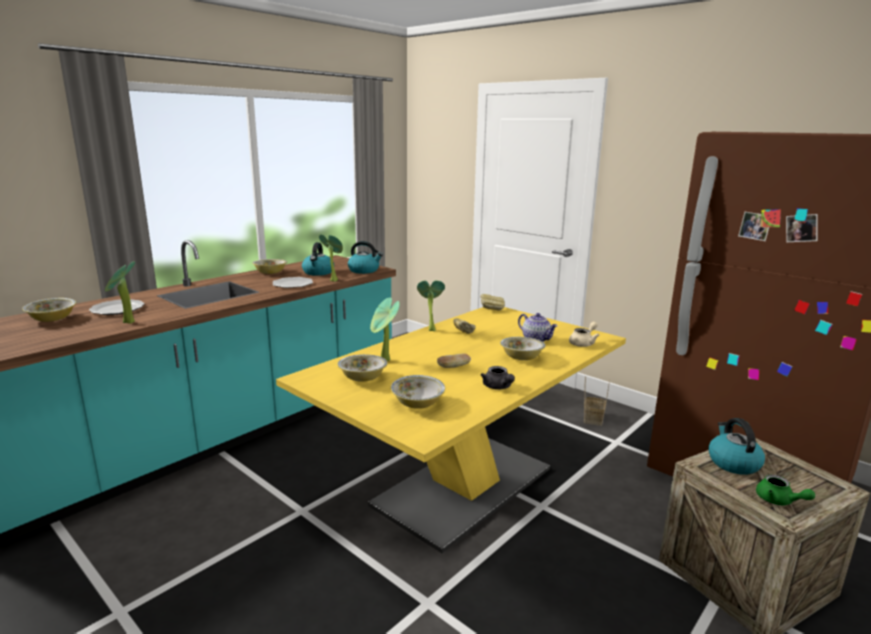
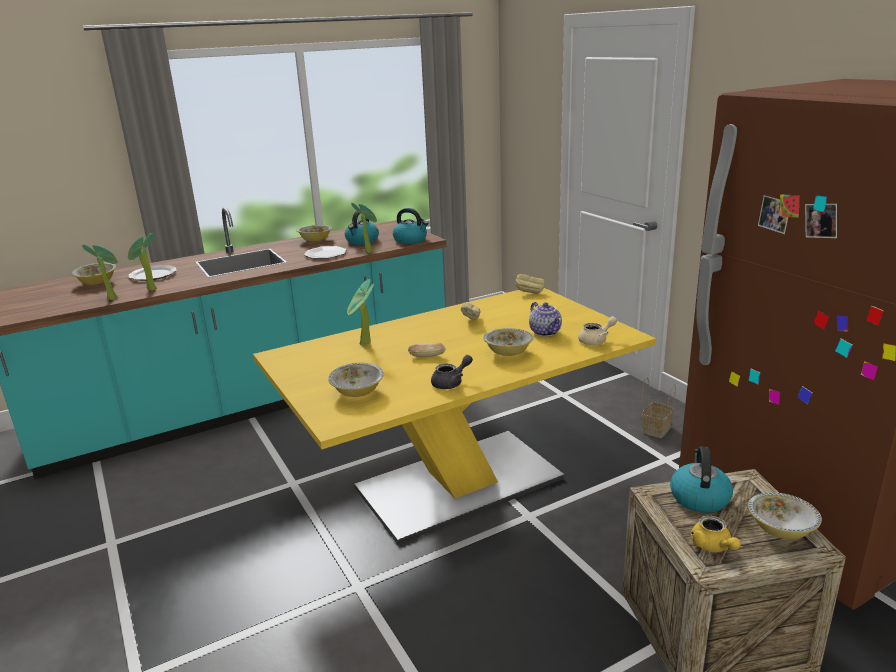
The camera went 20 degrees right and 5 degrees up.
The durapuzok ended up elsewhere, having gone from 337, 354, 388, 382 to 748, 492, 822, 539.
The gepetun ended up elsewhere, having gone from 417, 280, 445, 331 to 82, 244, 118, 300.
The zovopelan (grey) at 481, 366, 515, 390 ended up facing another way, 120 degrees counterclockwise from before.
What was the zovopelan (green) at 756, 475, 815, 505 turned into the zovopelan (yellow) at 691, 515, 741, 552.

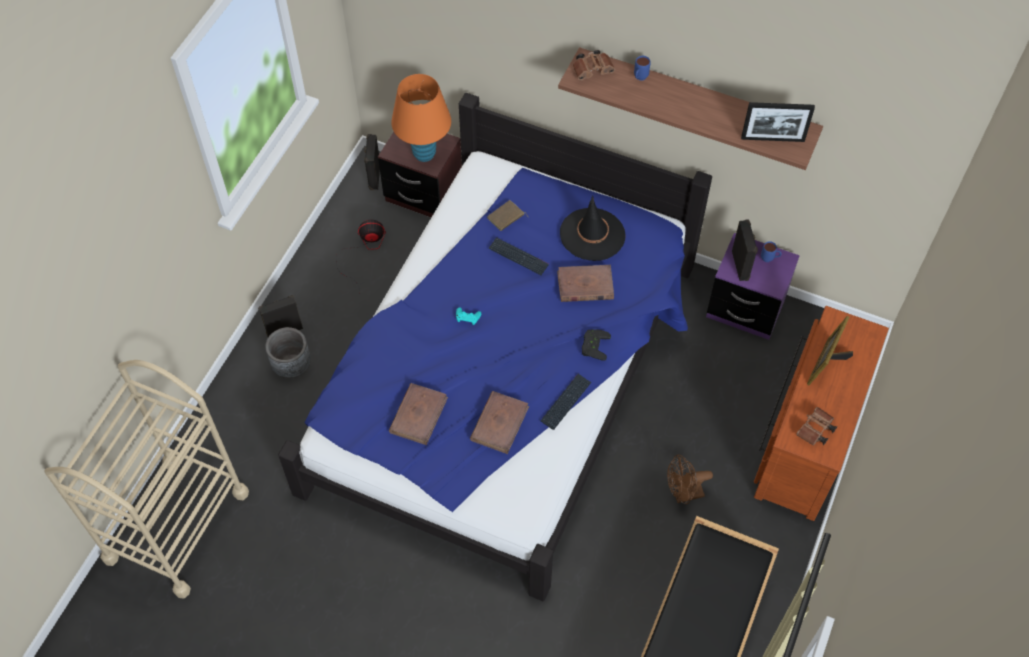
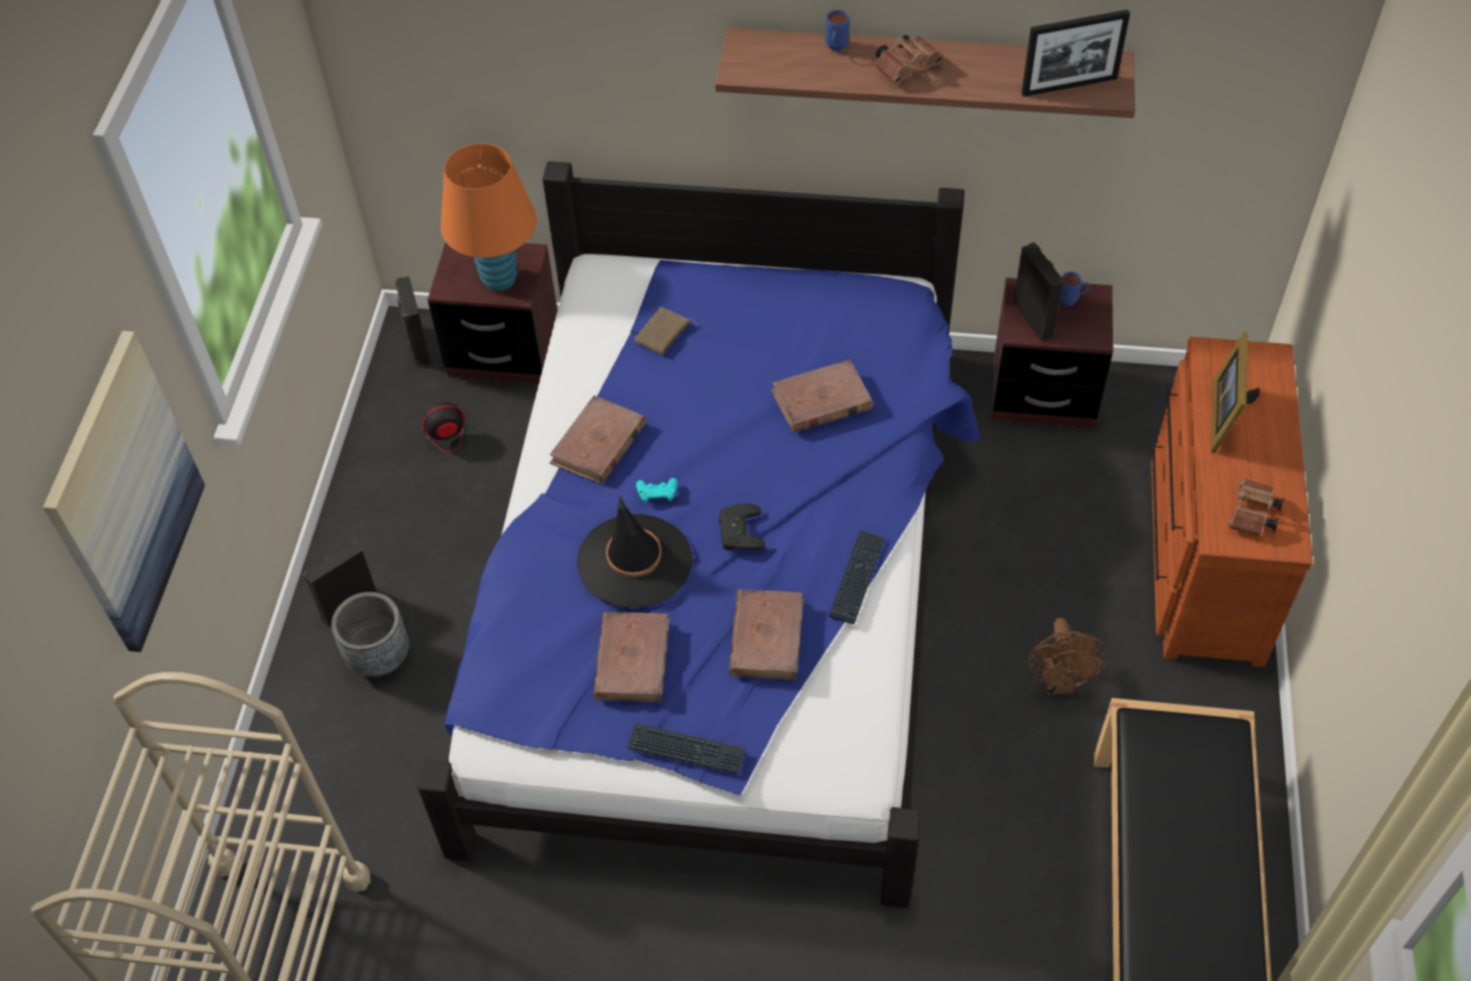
The camera went 15 degrees left and 5 degrees down.
The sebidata ended up elsewhere, having gone from 488, 237, 549, 275 to 627, 723, 746, 775.
The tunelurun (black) ended up elsewhere, having gone from 560, 196, 626, 261 to 577, 496, 693, 608.
The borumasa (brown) ended up elsewhere, having gone from 573, 50, 615, 80 to 875, 35, 943, 84.
The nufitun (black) ended up elsewhere, having gone from 582, 329, 611, 361 to 719, 503, 765, 550.
The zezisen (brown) at 667, 455, 713, 504 ended up facing another way, 60 degrees counterclockwise from before.
What was the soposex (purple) at 706, 233, 800, 340 turned into the soposex (brown) at 991, 278, 1113, 428.
The second view gained the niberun at 43, 331, 205, 652.
The second view gained the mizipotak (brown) at 549, 396, 646, 484.

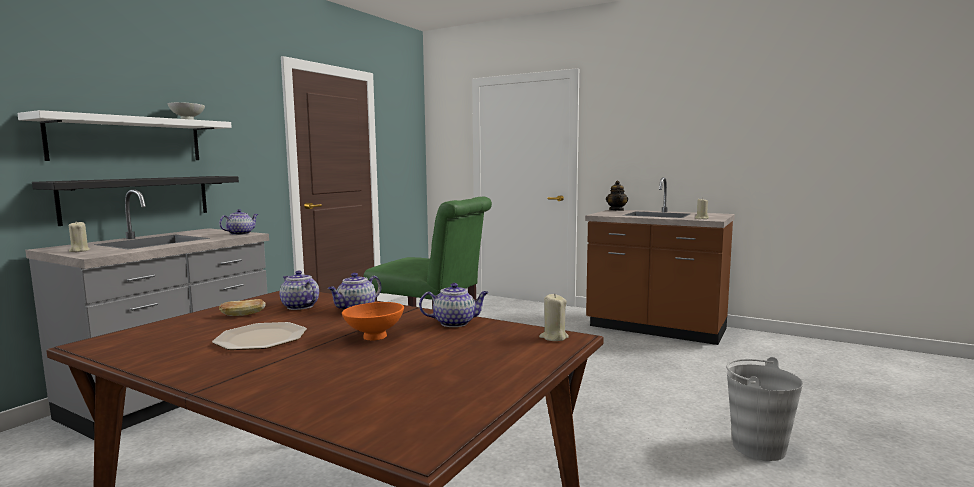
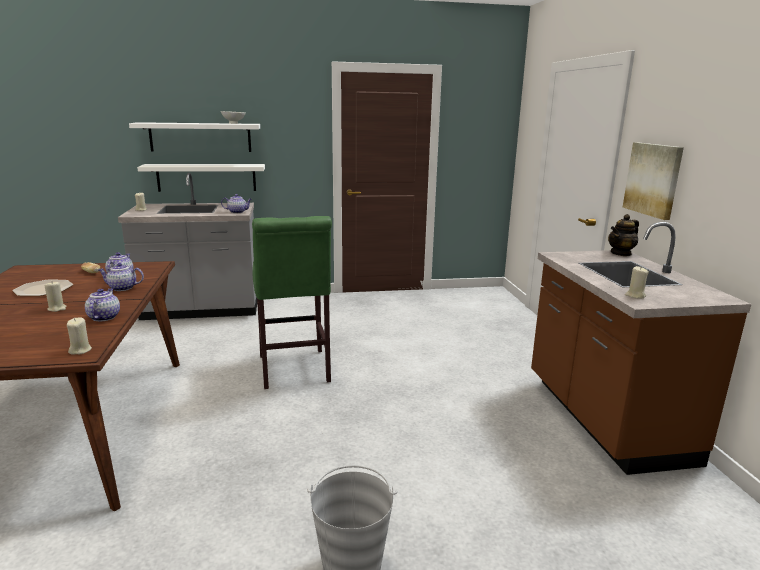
The camera went 50 degrees right and 10 degrees up.
What was the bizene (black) at 32, 176, 239, 226 turned into the bizene (white) at 137, 164, 265, 192.
Where the durapuzok (orange) stood at 342, 302, 404, 340, the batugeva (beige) came to stand at 45, 282, 67, 312.
The zovopelan at 419, 283, 489, 327 ended up facing another way, 135 degrees counterclockwise from before.
The second view gained the niberun at 623, 142, 684, 220.

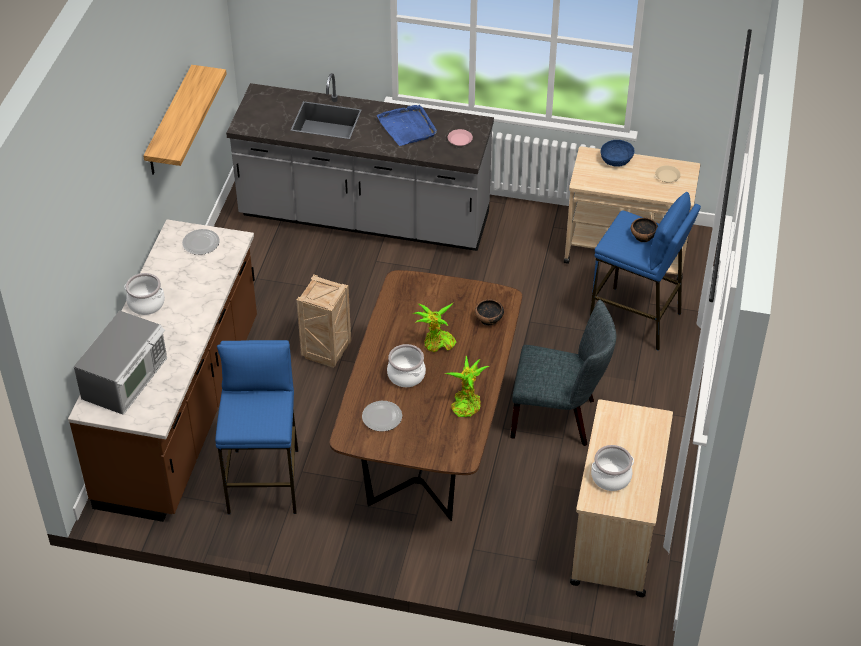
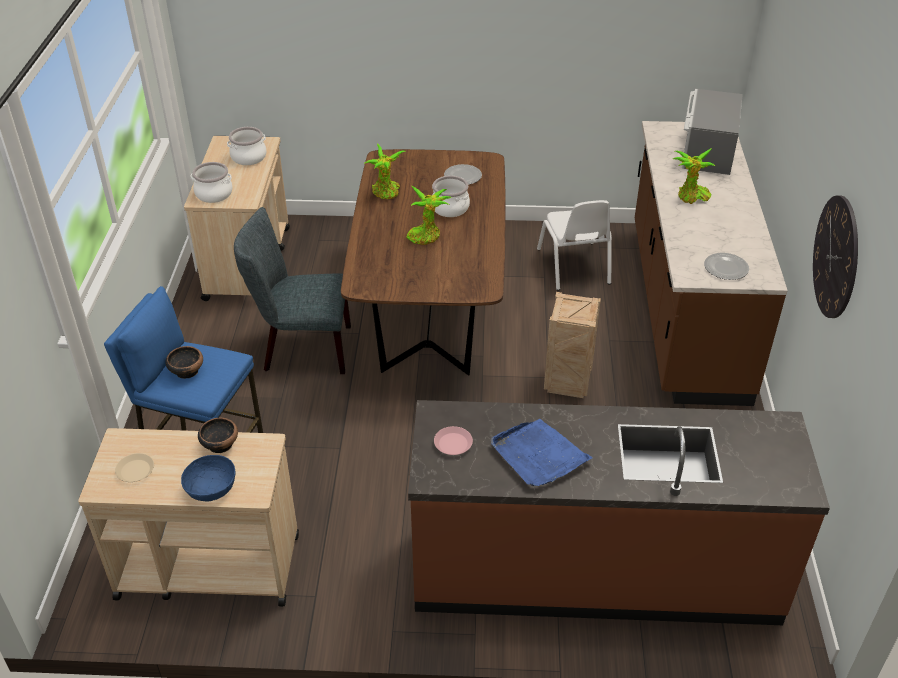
The camera went 170 degrees right and 5 degrees down.
The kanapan ended up elsewhere, having gone from 124, 273, 165, 315 to 191, 162, 232, 203.
Where the bizene hung at 143, 65, 227, 175, the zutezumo came to hang at 813, 195, 858, 318.
Where the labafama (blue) stood at 215, 340, 298, 514, the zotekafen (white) came to stand at 537, 200, 612, 290.
What was the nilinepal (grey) at 226, 73, 494, 251 turned into the nilinepal (brown) at 408, 400, 830, 625.
The durapuzok ended up elsewhere, having gone from 475, 299, 504, 326 to 198, 418, 238, 453.
The second view gained the gepetun at 673, 148, 715, 204.

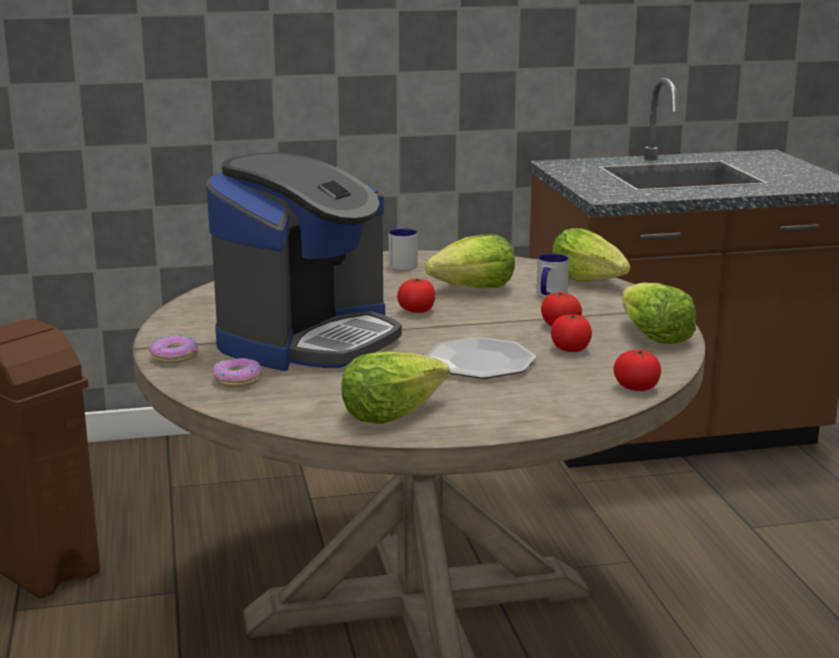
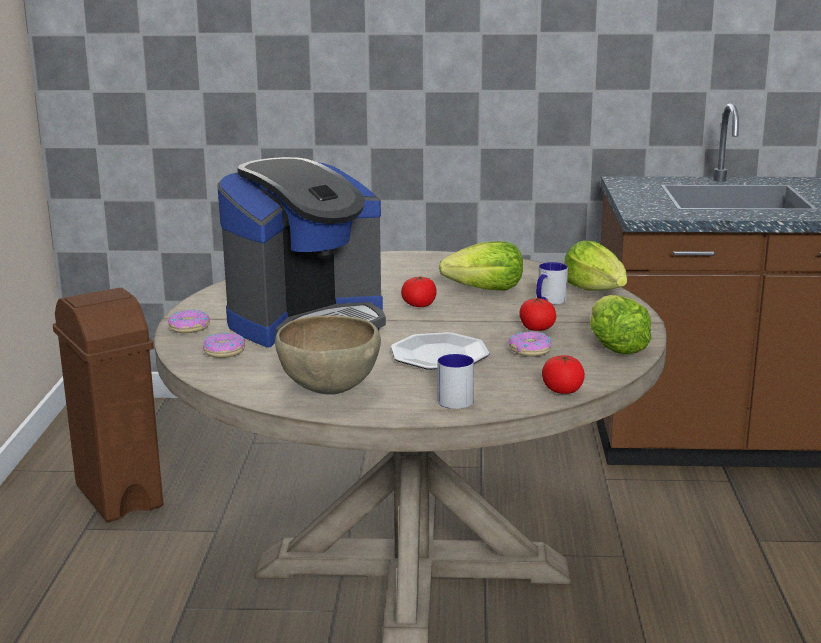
The camera went 15 degrees right and 0 degrees up.
Where the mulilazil stood at 341, 352, 450, 424, the durapuzok (brown) came to stand at 275, 315, 381, 395.
The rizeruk ended up elsewhere, having gone from 389, 229, 418, 271 to 438, 354, 474, 409.
Where the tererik stood at 551, 314, 592, 352, the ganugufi came to stand at 508, 331, 552, 357.

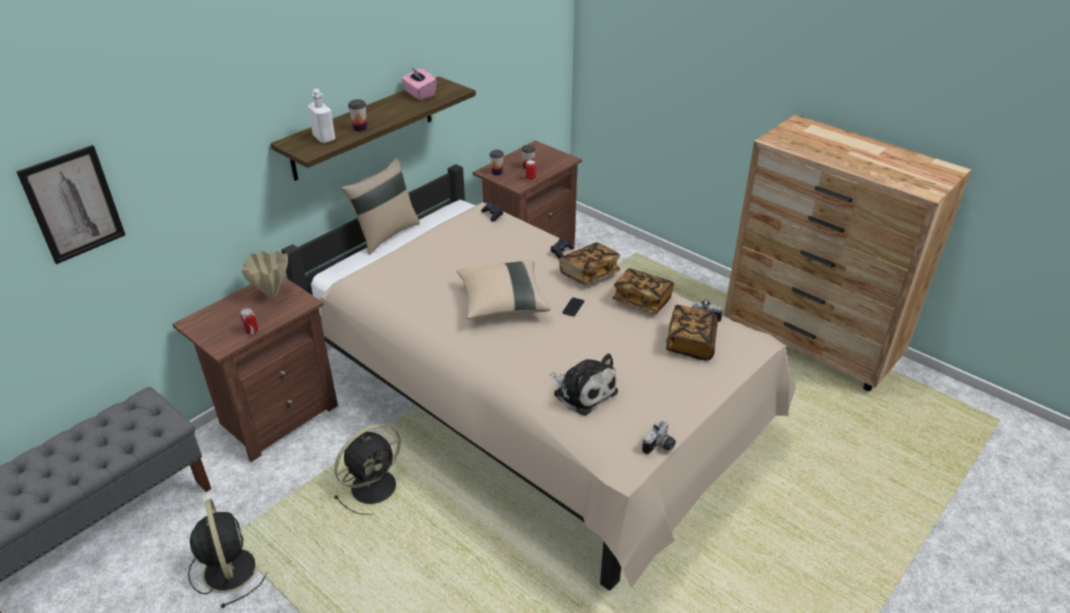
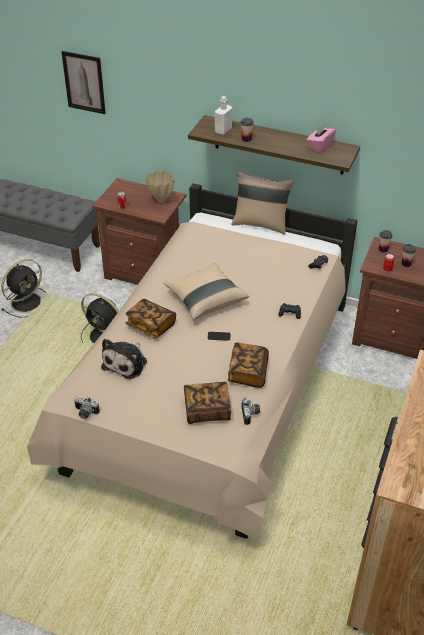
The camera went 70 degrees right and 5 degrees up.
The mizipotak ended up elsewhere, having gone from 559, 242, 621, 285 to 126, 299, 176, 338.

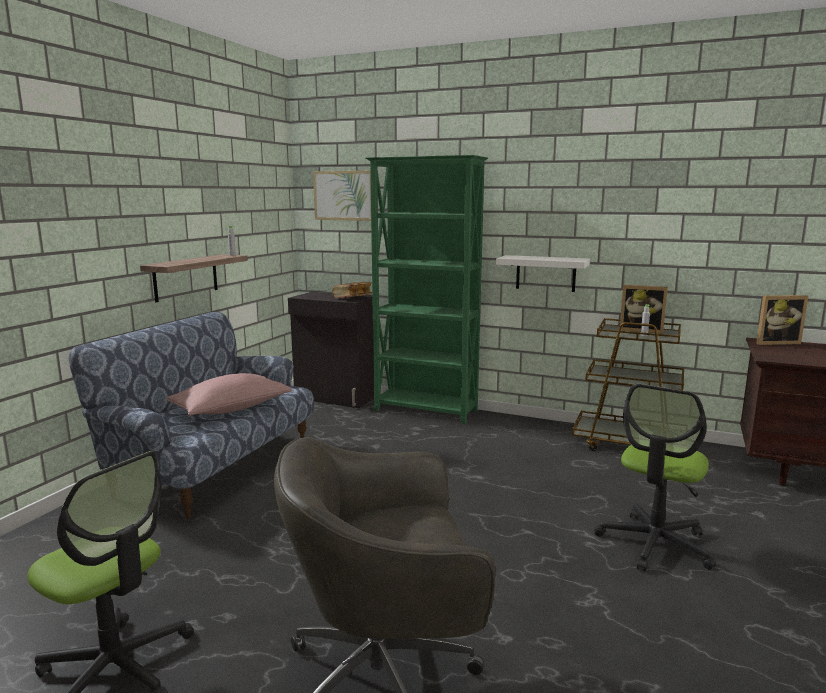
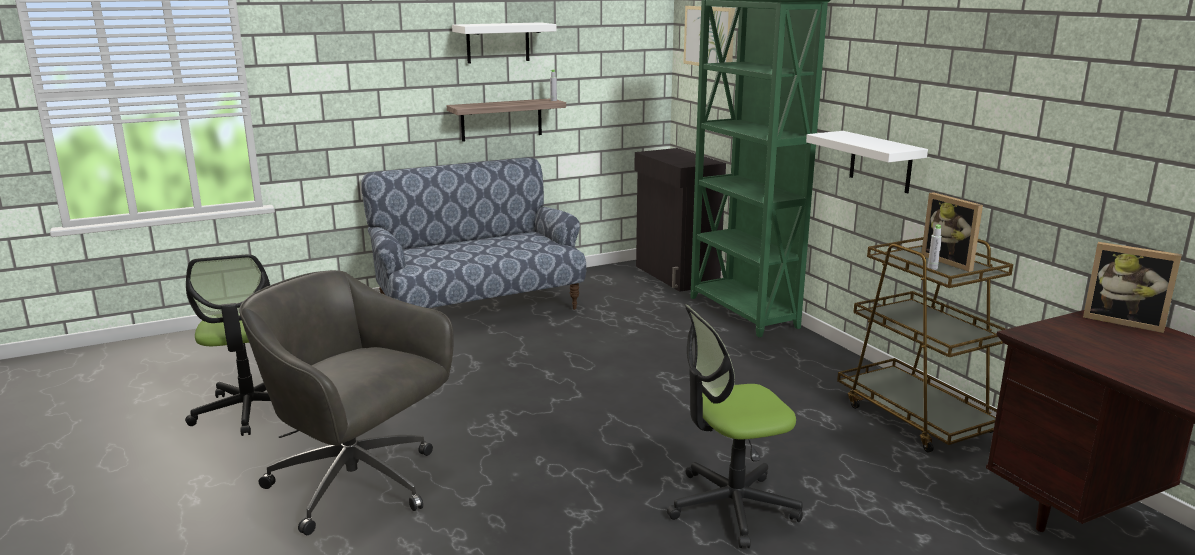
The camera went 40 degrees right and 5 degrees up.
The second view lost the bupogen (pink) at 167, 373, 292, 416.
The second view lost the mizipotak at 332, 282, 372, 298.
The second view gained the bizene (white) at 452, 22, 557, 64.

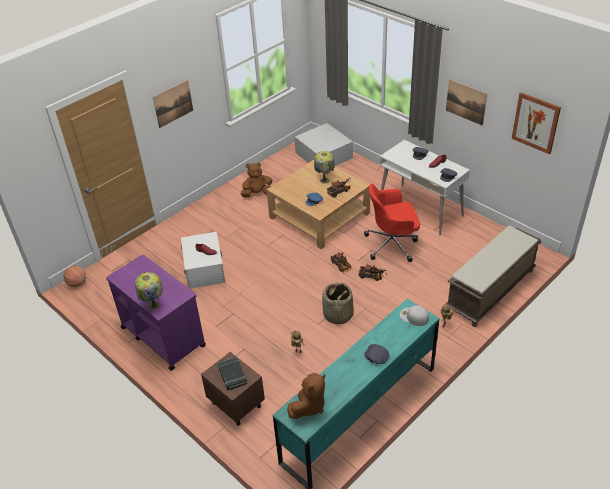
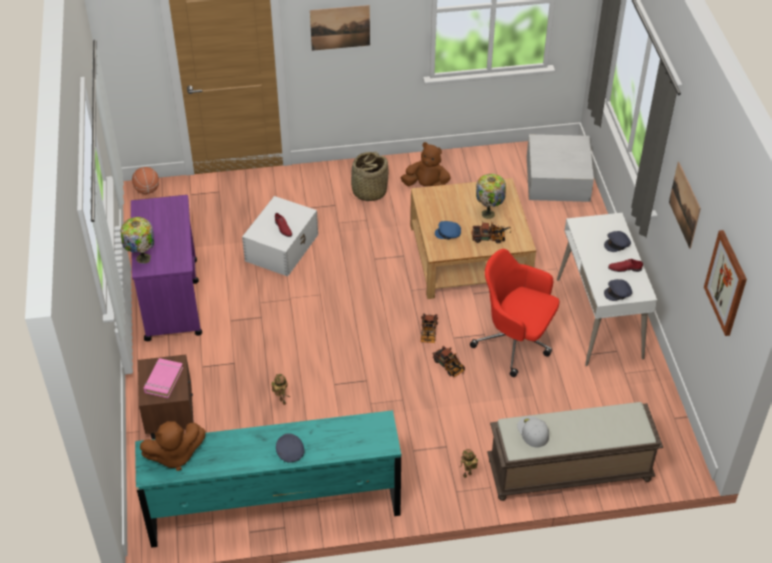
The camera went 35 degrees right and 5 degrees up.
What was the mizipotak (black) at 218, 357, 247, 390 turned into the mizipotak (pink) at 144, 358, 183, 398.
The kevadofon ended up elsewhere, having gone from 322, 282, 354, 324 to 351, 152, 388, 201.
The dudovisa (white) ended up elsewhere, having gone from 400, 305, 429, 326 to 517, 416, 549, 448.

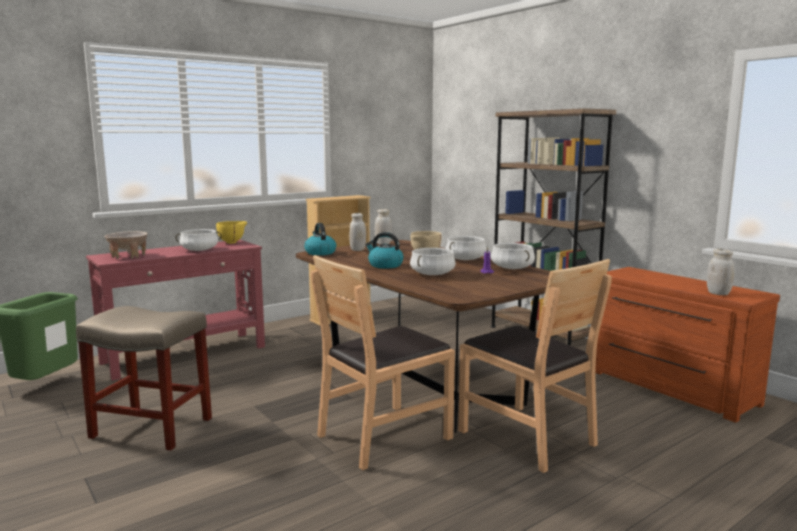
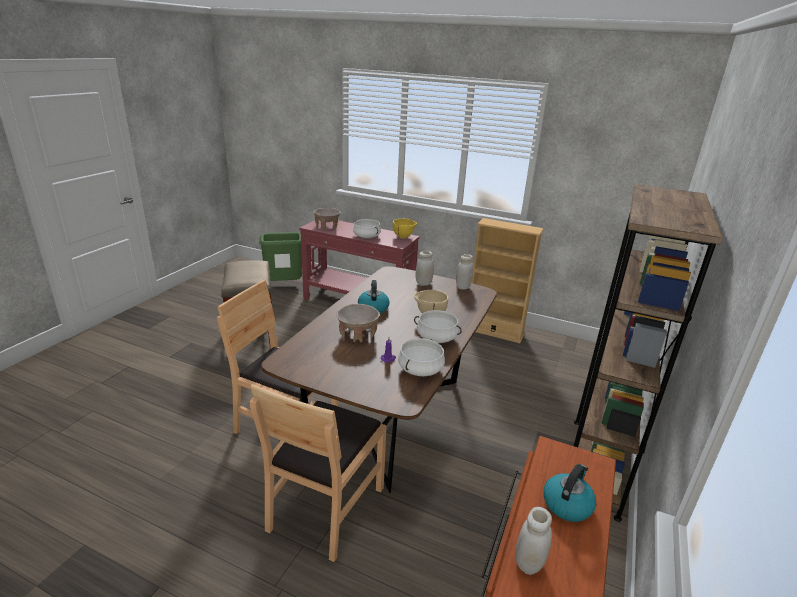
The camera went 60 degrees right and 15 degrees up.
The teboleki ended up elsewhere, having gone from 304, 223, 336, 255 to 543, 464, 596, 522.
Where the kanapan (white) stood at 410, 248, 456, 275, the durapuzok (beige) came to stand at 336, 304, 380, 343.

